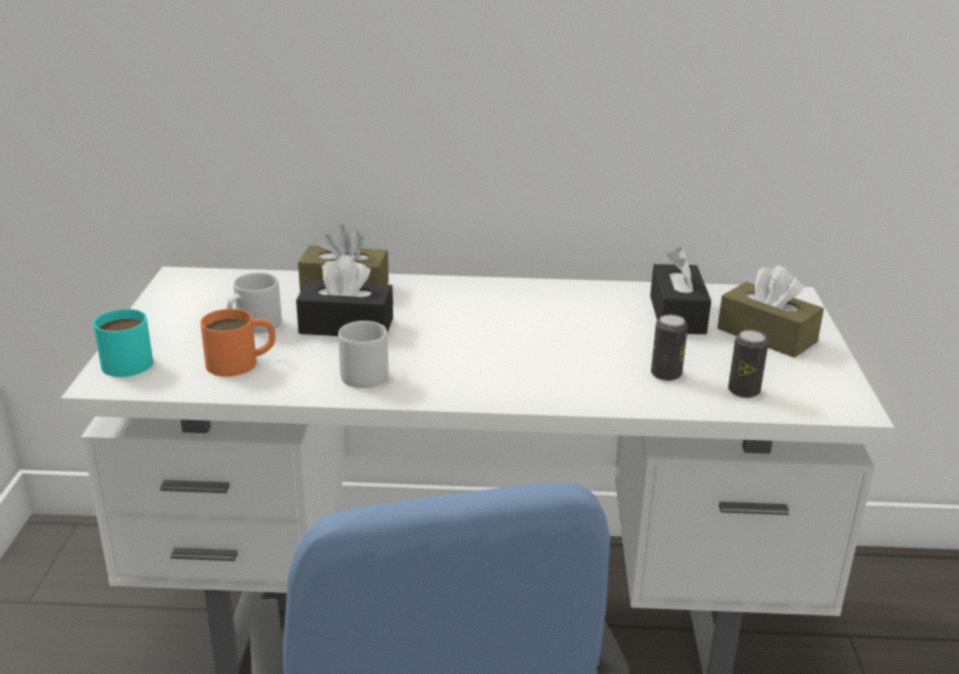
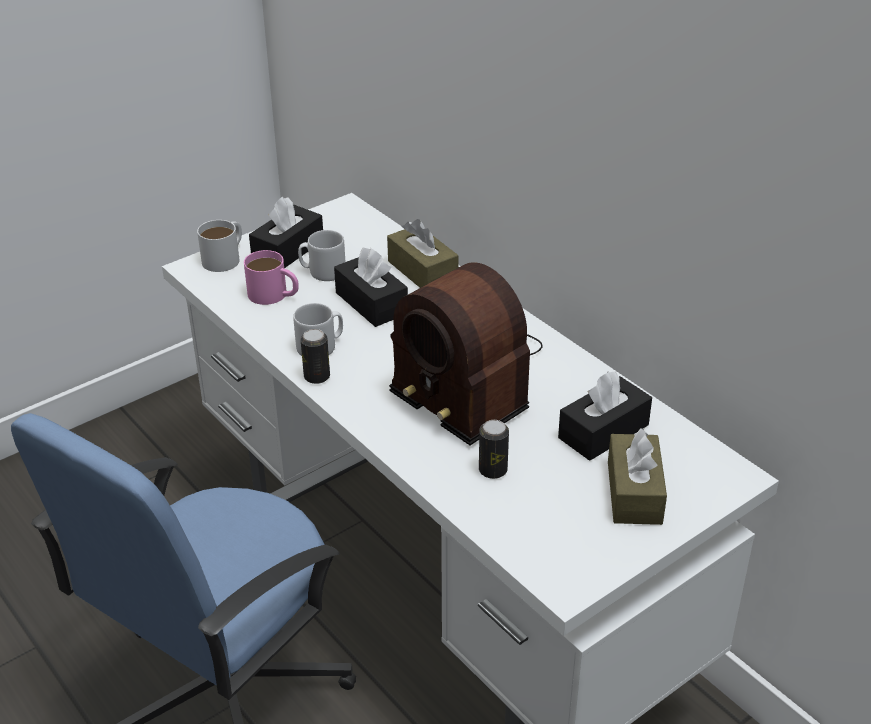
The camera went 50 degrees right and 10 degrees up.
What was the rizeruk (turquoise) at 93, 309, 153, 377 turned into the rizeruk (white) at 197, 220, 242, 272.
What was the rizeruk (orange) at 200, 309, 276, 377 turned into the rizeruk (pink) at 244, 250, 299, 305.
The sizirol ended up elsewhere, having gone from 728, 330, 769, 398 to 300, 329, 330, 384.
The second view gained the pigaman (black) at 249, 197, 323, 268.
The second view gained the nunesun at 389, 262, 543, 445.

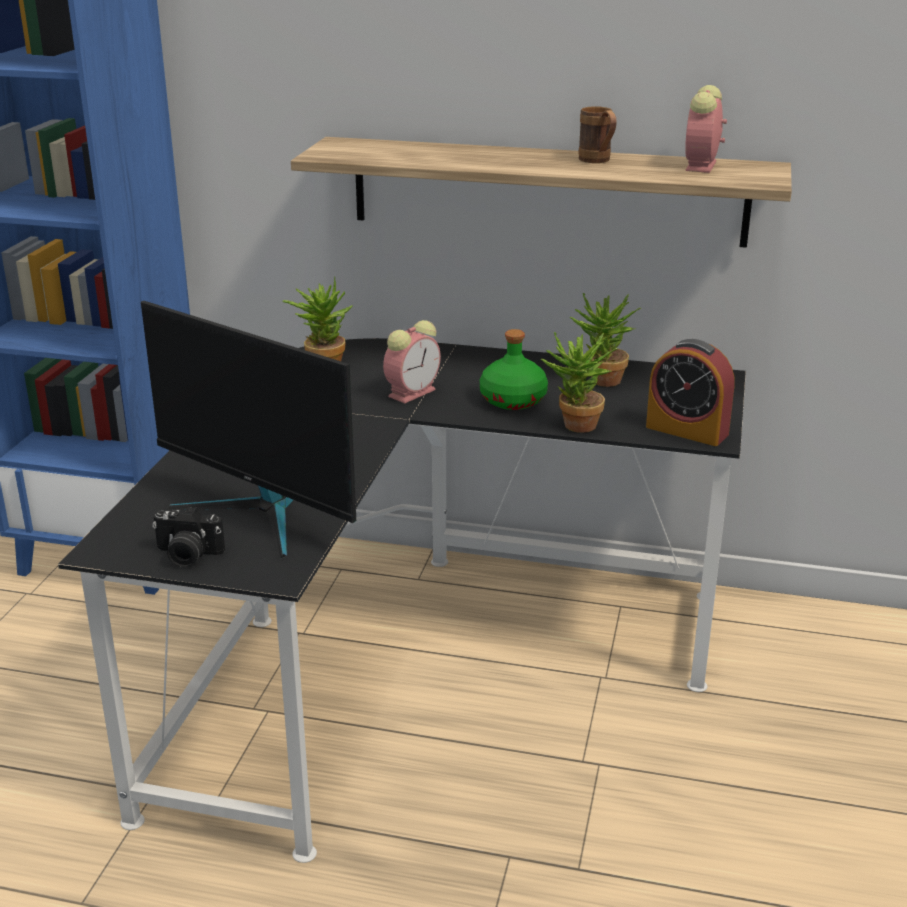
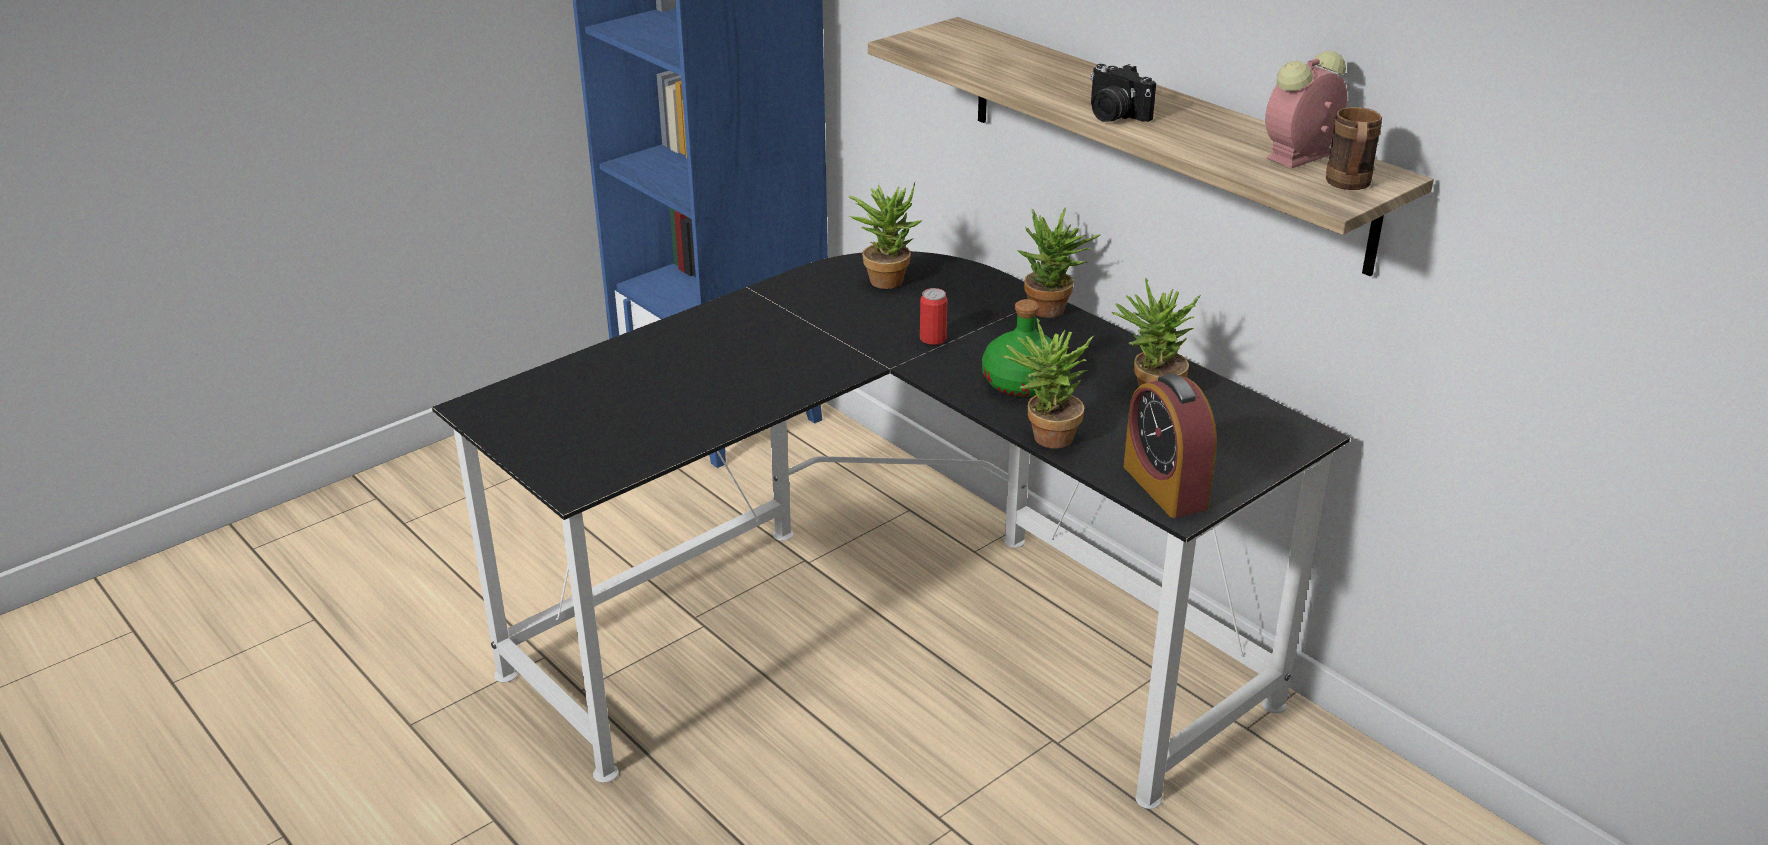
The camera went 35 degrees right and 5 degrees up.
The second view lost the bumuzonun at 141, 301, 356, 559.
The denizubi ended up elsewhere, having gone from 152, 506, 225, 567 to 1090, 64, 1156, 122.
Where the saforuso stood at 383, 320, 441, 403, the sizirol came to stand at 920, 288, 947, 345.
The rizeruk (brown) ended up elsewhere, having gone from 578, 106, 617, 163 to 1326, 107, 1382, 190.
The second view gained the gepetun at 1017, 208, 1100, 318.

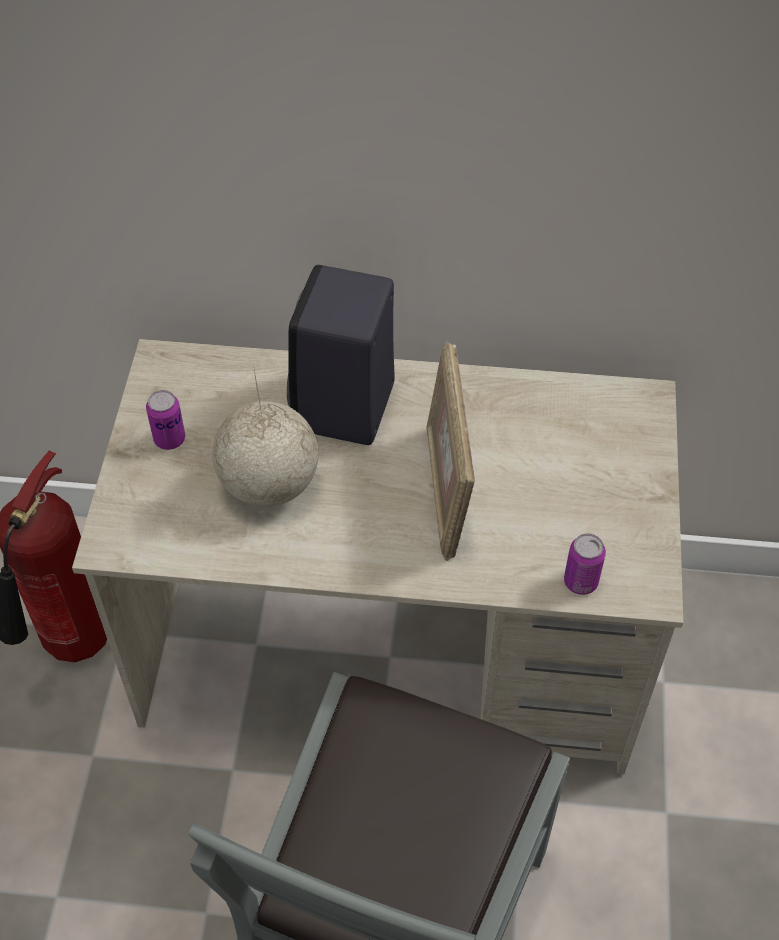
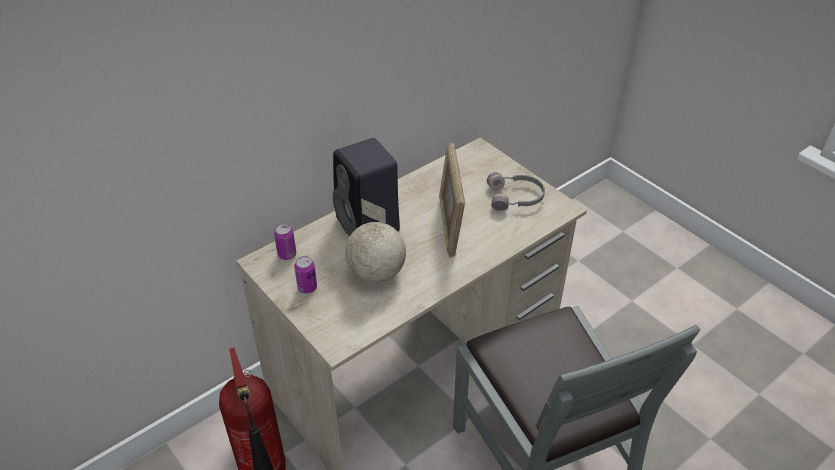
The camera went 45 degrees left and 10 degrees down.
The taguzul at 427, 342, 475, 561 ended up facing another way, 45 degrees clockwise from before.
The sizirol ended up elsewhere, having gone from 564, 534, 606, 595 to 274, 224, 296, 260.
The second view gained the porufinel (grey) at 487, 172, 545, 210.

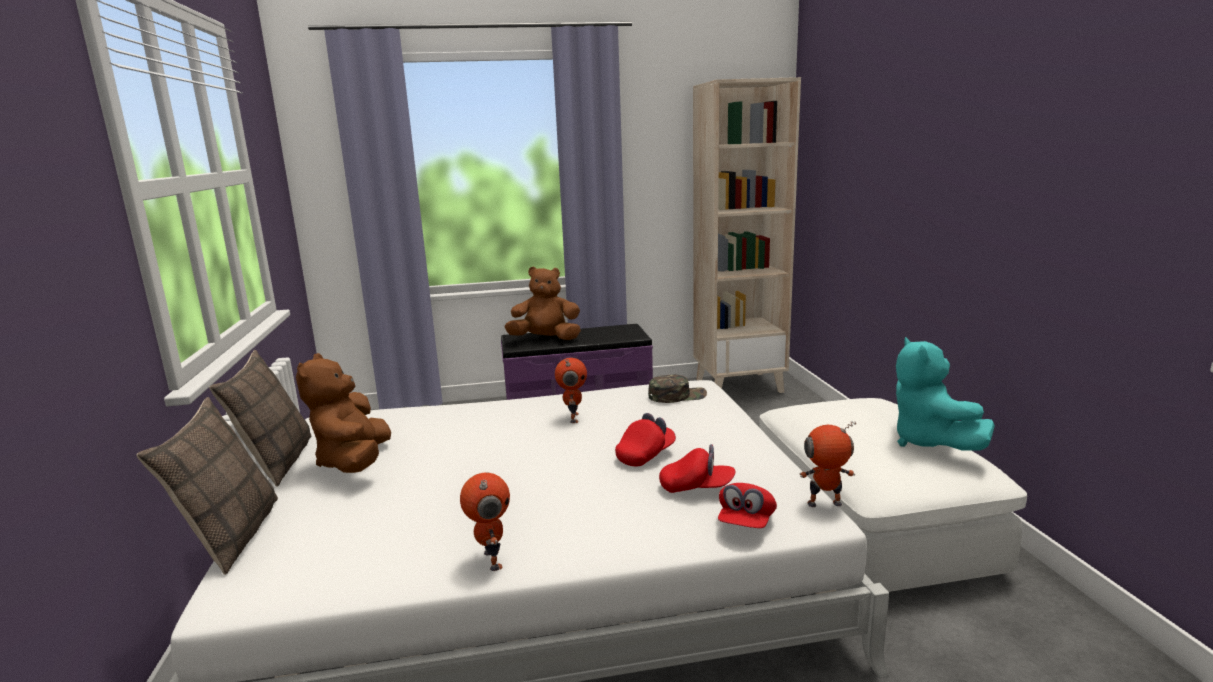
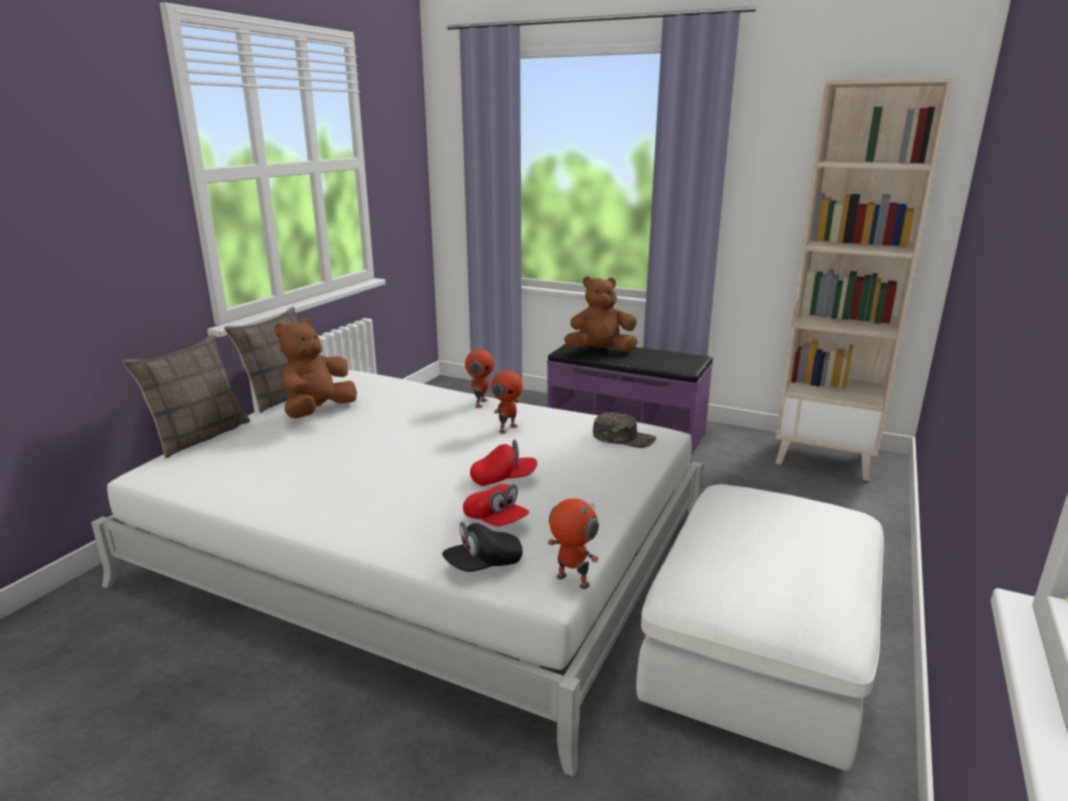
The camera went 35 degrees right and 5 degrees up.
The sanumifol ended up elsewhere, having gone from 460, 472, 510, 571 to 465, 349, 494, 408.
The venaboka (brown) at 504, 267, 581, 340 ended up facing another way, 45 degrees counterclockwise from before.
What was the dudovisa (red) at 718, 483, 777, 528 turned into the dudovisa (black) at 442, 522, 523, 572.
The second view lost the venaboka (turquoise) at 896, 337, 995, 451.

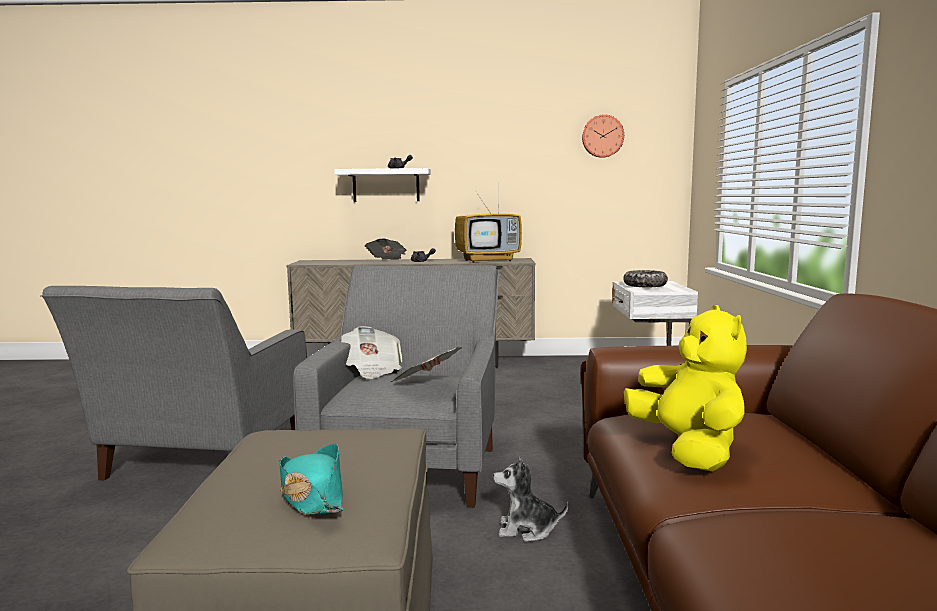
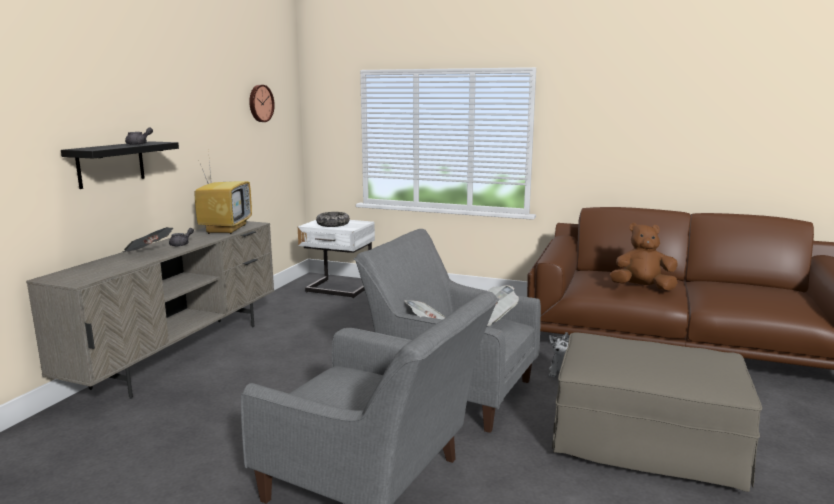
The camera went 70 degrees left and 5 degrees up.
The second view lost the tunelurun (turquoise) at 279, 444, 343, 515.
What was the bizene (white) at 334, 168, 431, 202 turned into the bizene (black) at 61, 141, 179, 189.
What was the venaboka (yellow) at 624, 305, 747, 472 turned into the venaboka (brown) at 610, 223, 678, 291.

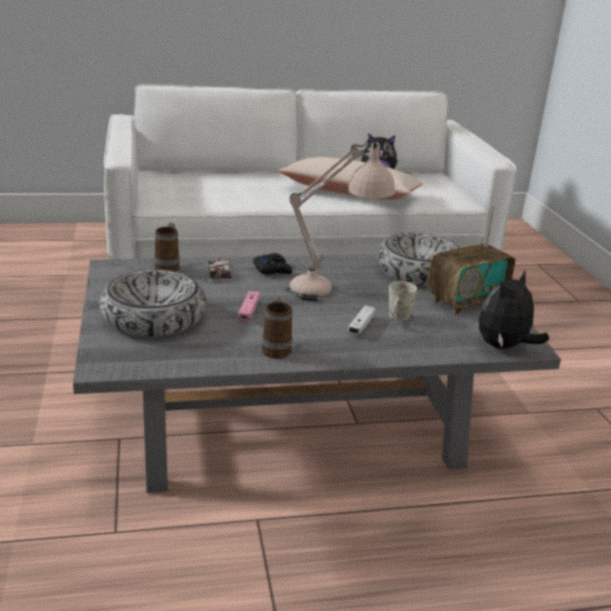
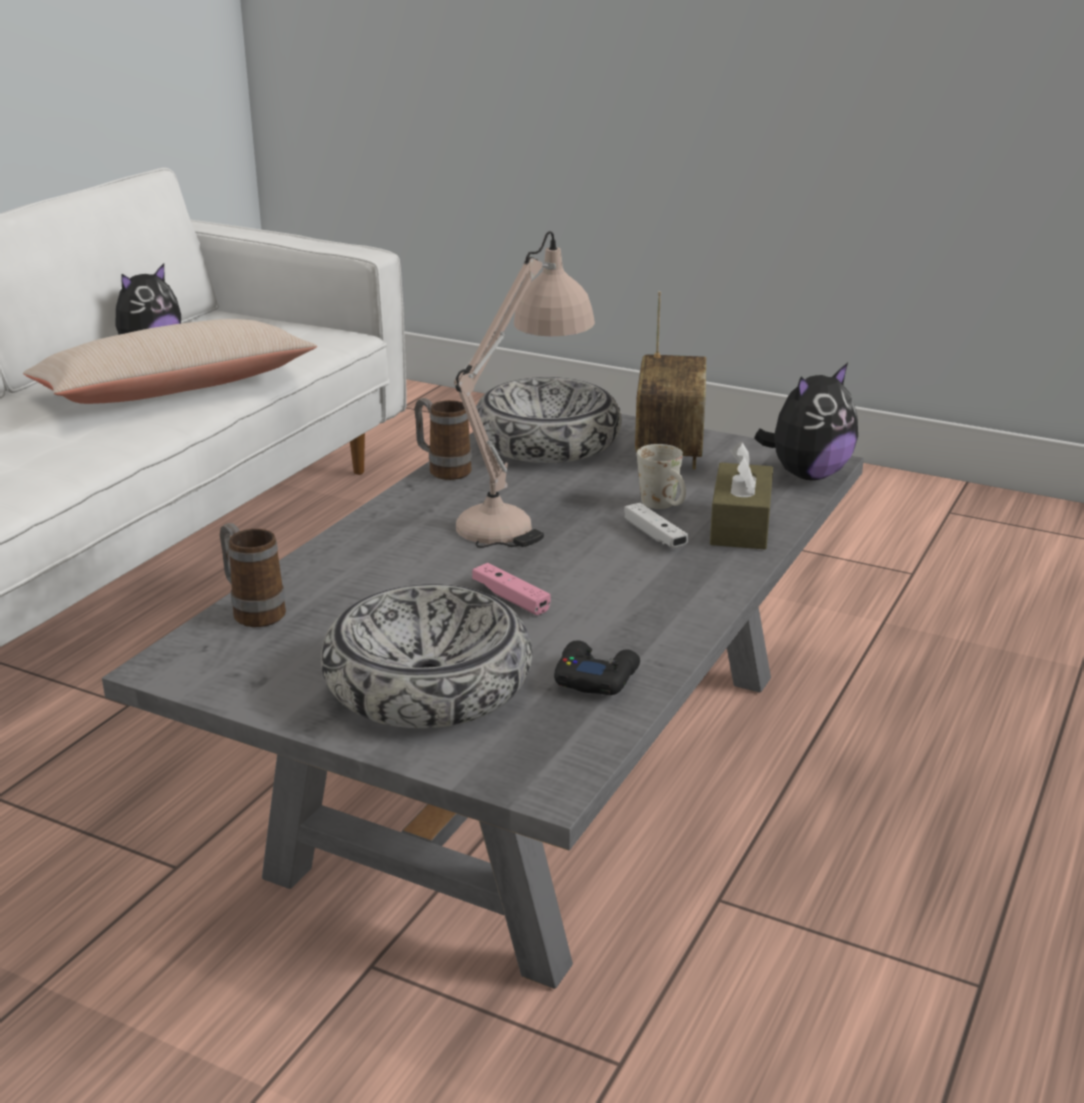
The camera went 50 degrees left and 0 degrees up.
The second view lost the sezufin at 207, 259, 233, 282.
The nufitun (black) ended up elsewhere, having gone from 253, 253, 293, 274 to 554, 640, 640, 695.
The rizeruk ended up elsewhere, having gone from 262, 295, 292, 359 to 414, 398, 472, 480.
The venaboka at 479, 270, 549, 349 ended up facing another way, 120 degrees counterclockwise from before.
The second view gained the pigaman (brown) at 710, 442, 773, 549.

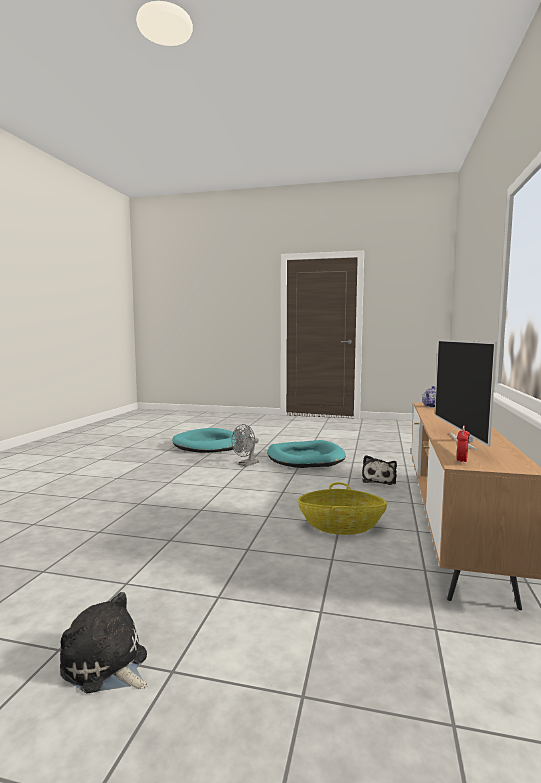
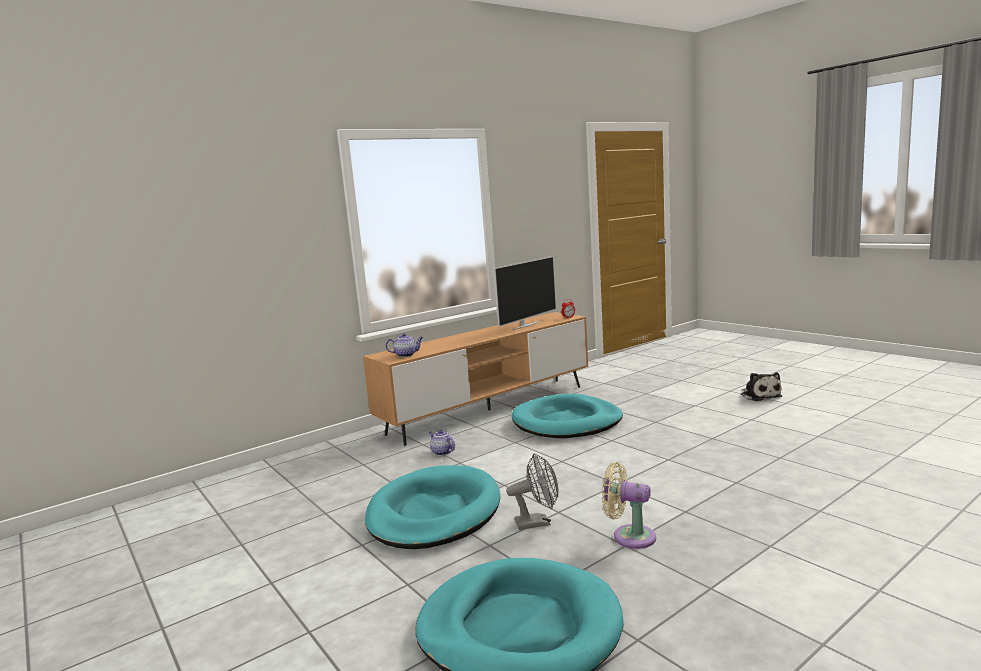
The camera went 140 degrees left and 5 degrees up.
Where the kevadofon stood at 298, 482, 387, 535, the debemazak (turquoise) came to stand at 512, 394, 623, 438.
Where the venaboka stood at 362, 455, 397, 485, the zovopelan came to stand at 429, 430, 455, 456.
The second view gained the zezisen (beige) at 602, 462, 656, 549.

